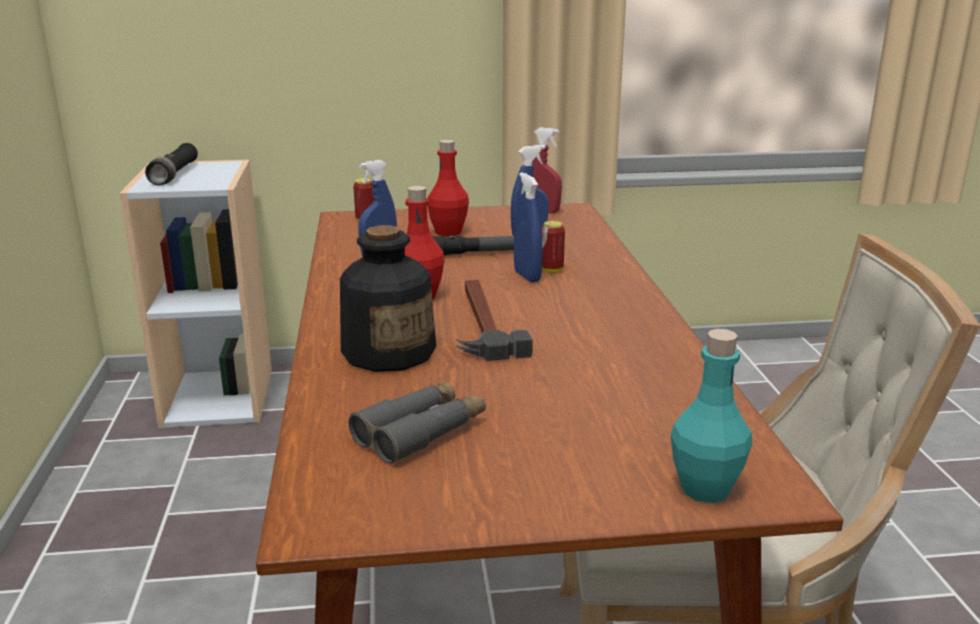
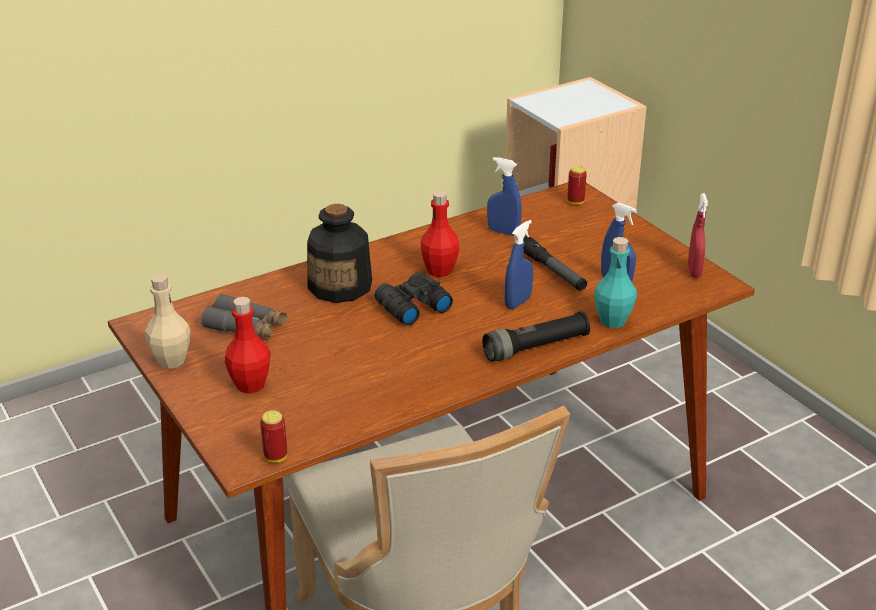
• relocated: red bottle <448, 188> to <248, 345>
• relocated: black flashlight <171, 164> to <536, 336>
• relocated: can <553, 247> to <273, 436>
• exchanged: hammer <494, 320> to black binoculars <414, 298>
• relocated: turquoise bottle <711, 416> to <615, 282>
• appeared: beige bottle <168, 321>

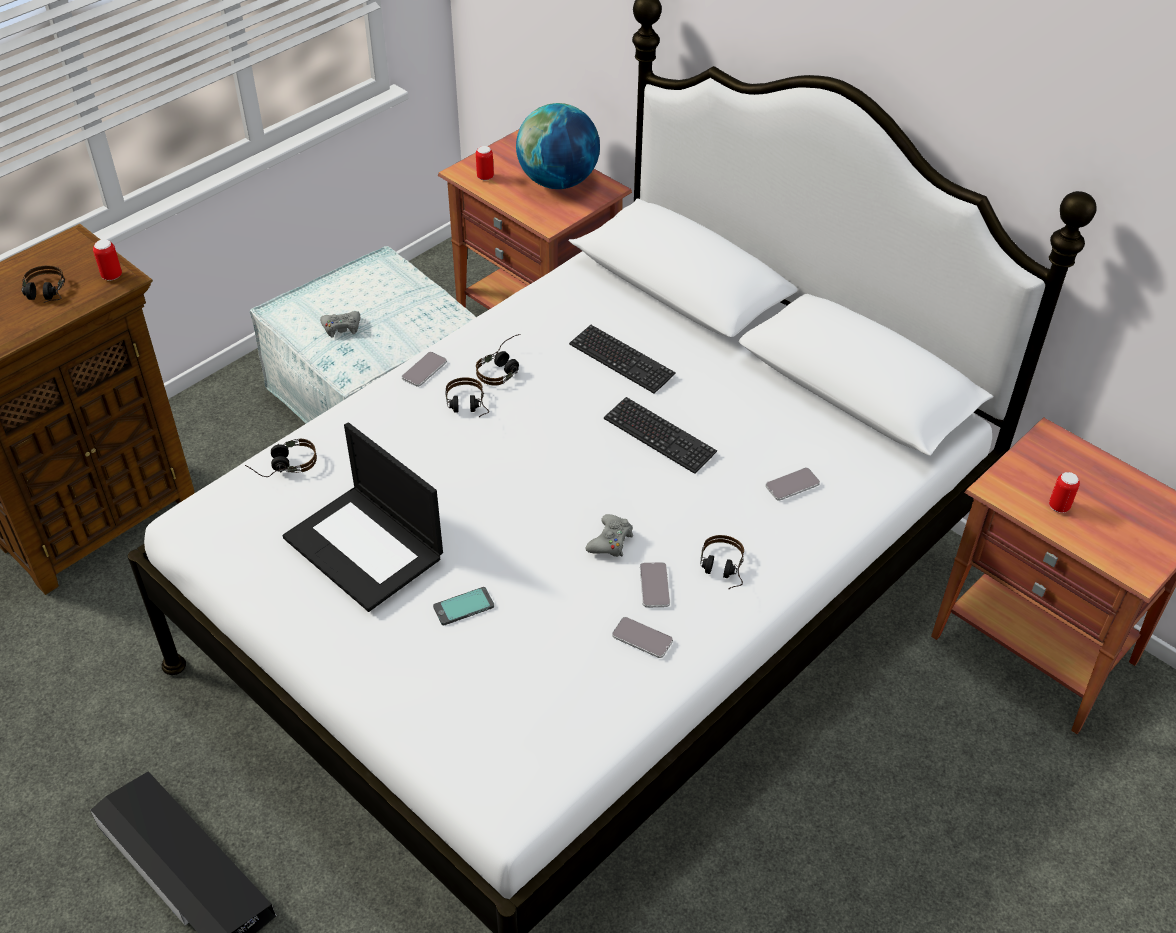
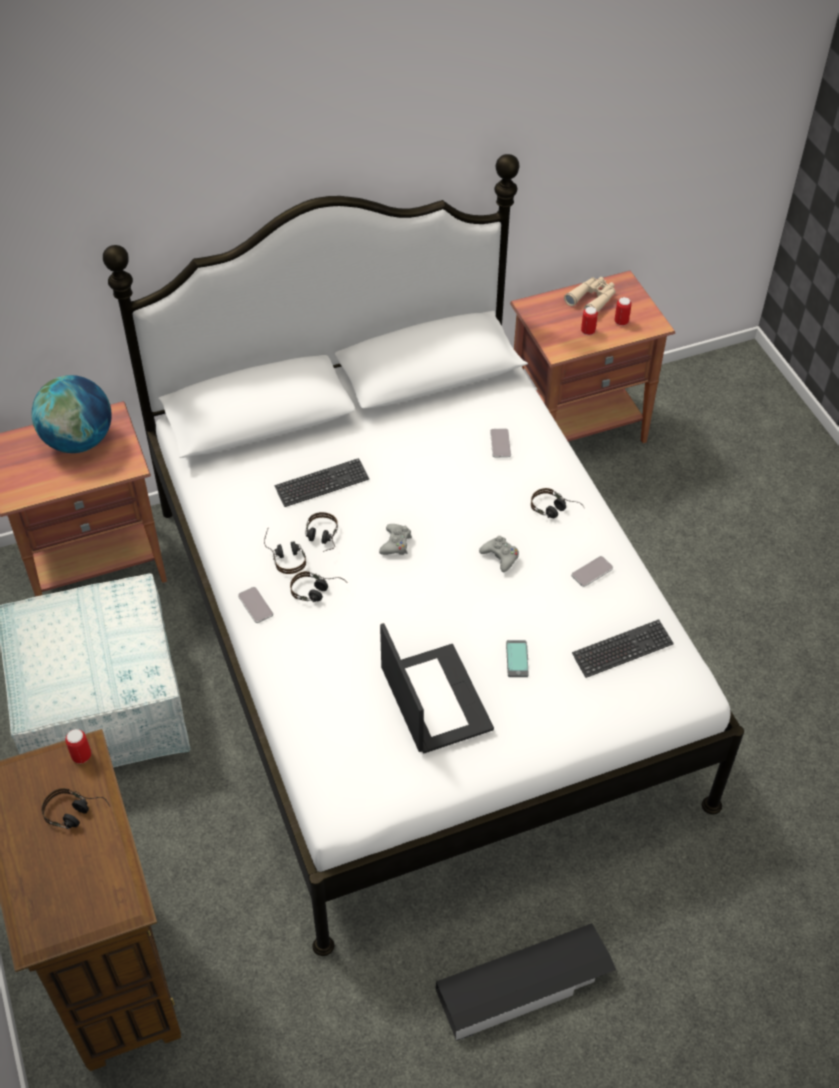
• relocated: can <485, 163> to <623, 311>
• relocated: grey game controller <340, 324> to <395, 539>
• relocated: keyboard <660, 435> to <623, 649>
• spun: laptop <362, 517> = <437, 688> 90 degrees counterclockwise
• relocated: headphones <281, 458> to <321, 532>
• missing: phone <655, 584>
• appeared: beige binoculars <590, 294>

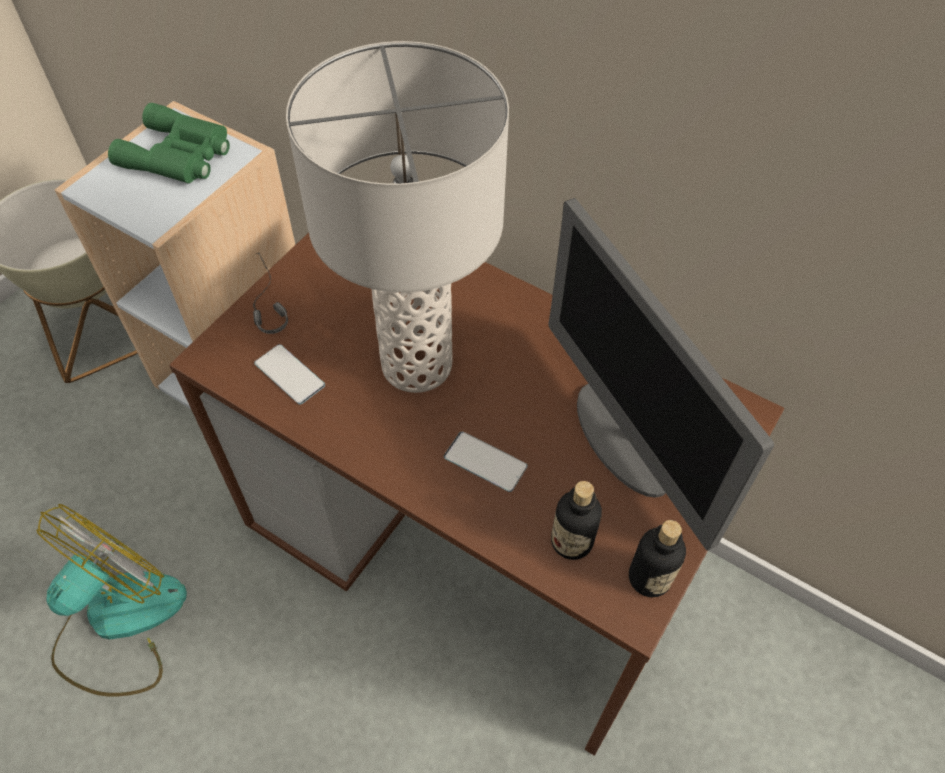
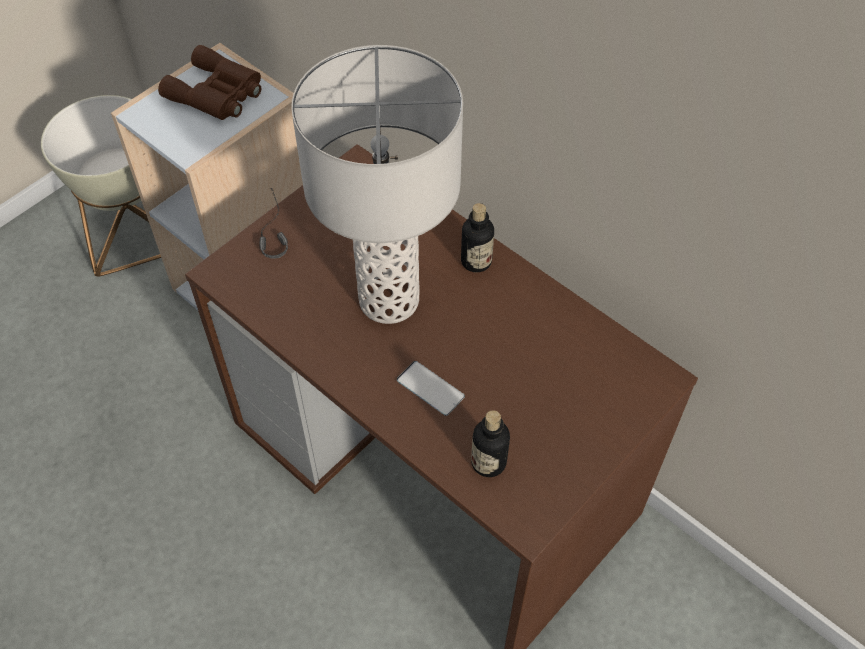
• colour: green binoculars <169, 143> to brown binoculars <209, 82>
• missing: monitor <661, 374>
• missing: phone <289, 374>
• missing: fan <111, 600>
• relocated: bottle <657, 558> to <477, 237>

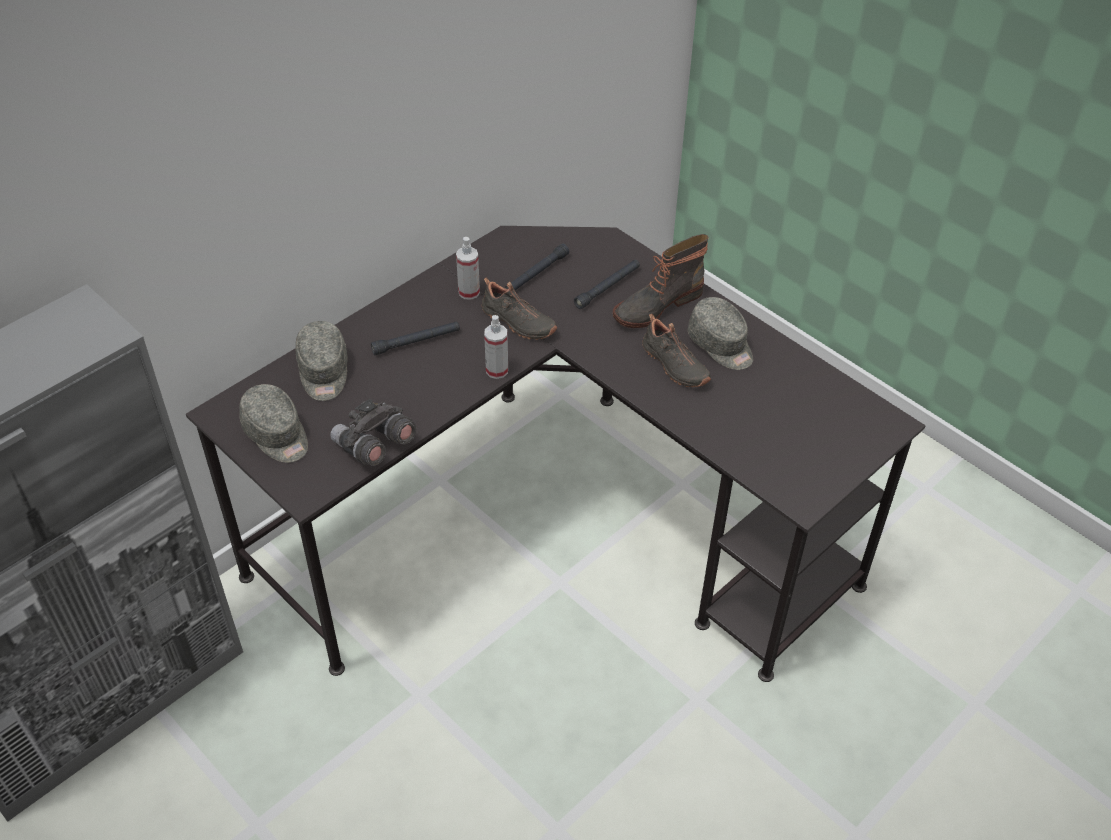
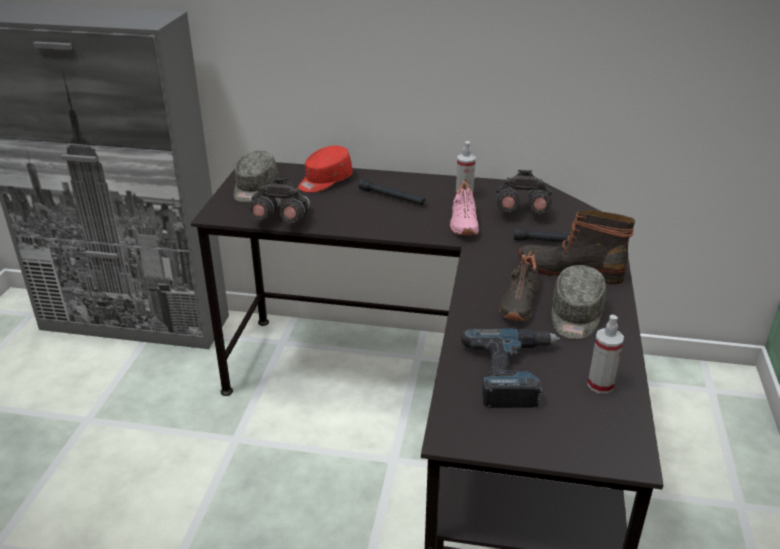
• exchanged: black flashlight <537, 267> to grey binoculars <524, 192>
• colour: black shoe <519, 309> to pink shoe <464, 207>
• relocated: spray bottle <496, 347> to <605, 354>
• colour: grey cap <321, 361> to red cap <325, 169>
• appeared: power drill <510, 368>

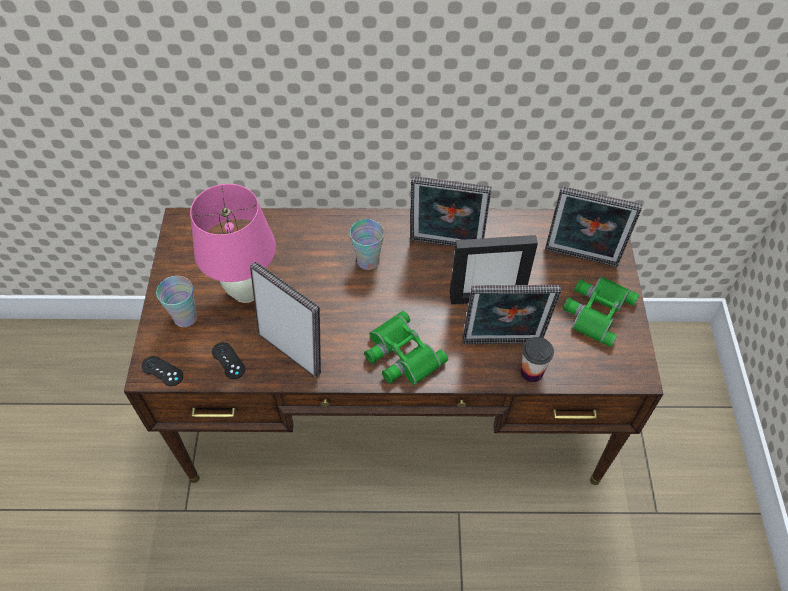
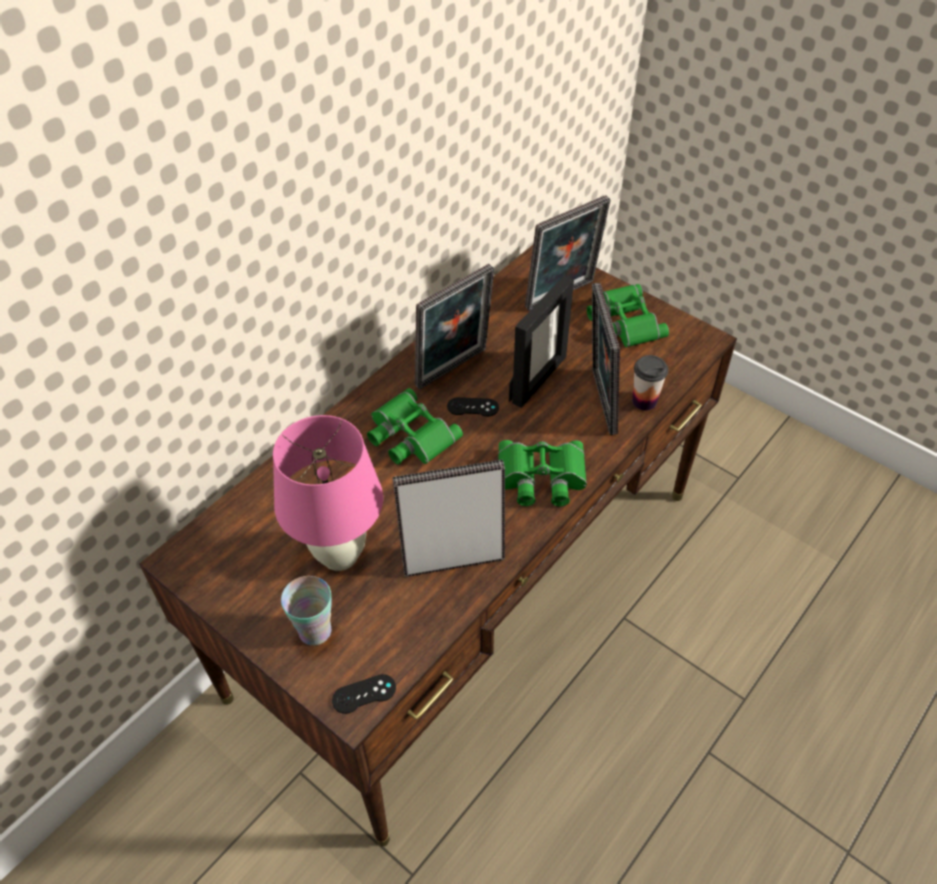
• exchanged: cup <367, 244> to green binoculars <415, 426>
• spun: picture frame <512, 314> = <606, 359> 135 degrees clockwise
• relocated: black game controller <228, 360> to <473, 407>

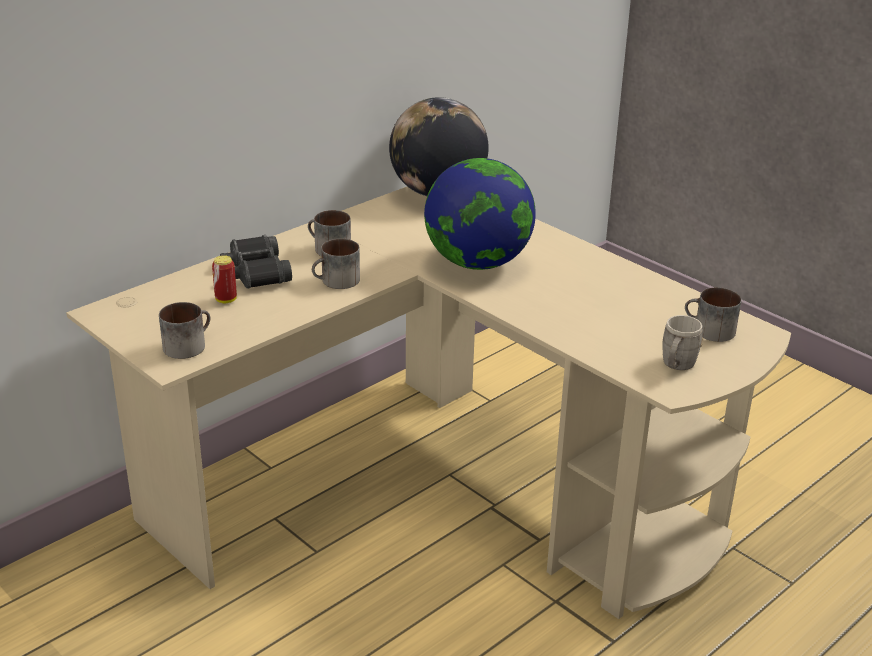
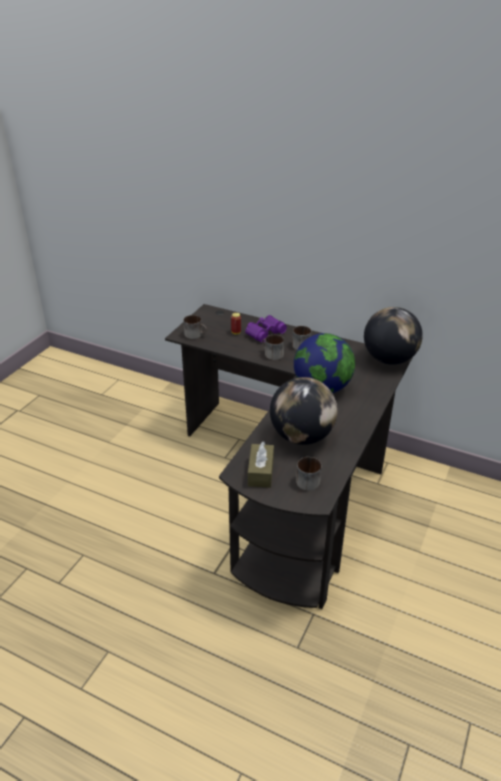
• colour: beige desk <428, 403> to black desk <289, 456>
• colour: black binoculars <256, 262> to purple binoculars <266, 328>
• exchanged: grey mug <683, 342> to brown tissue box <261, 465>
• appeared: globe <304, 411>

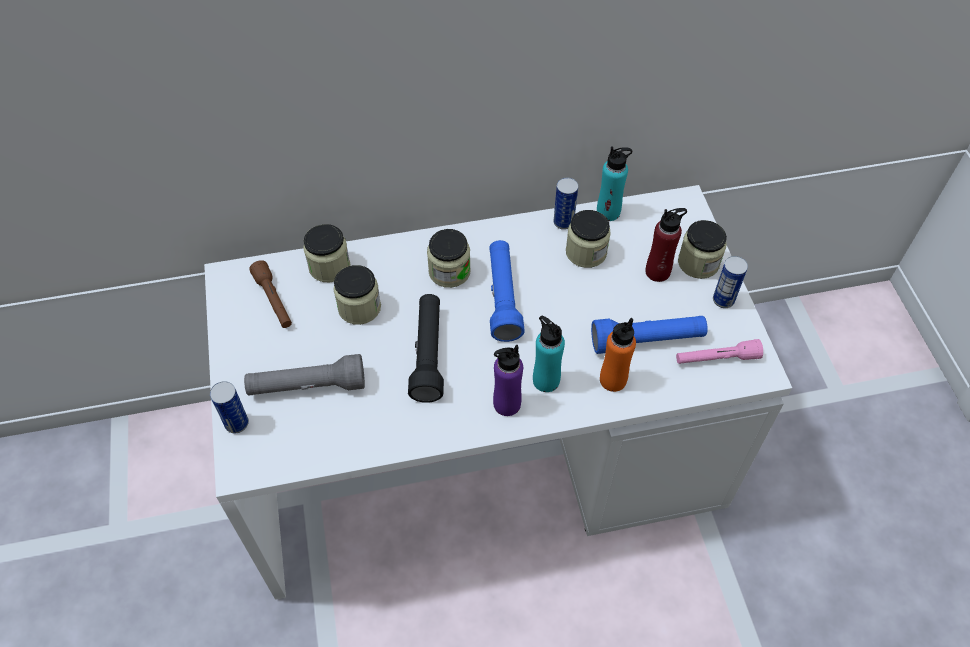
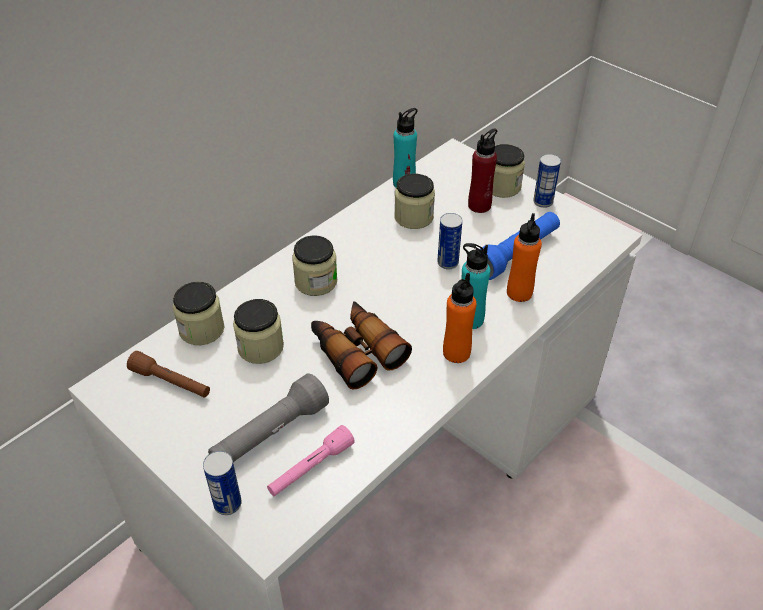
• relocated: can <565, 204> to <450, 241>
• missing: blue flashlight <507, 291>
• exchanged: black flashlight <426, 348> to binoculars <361, 345>
• relocated: pink flashlight <719, 351> to <311, 461>
• colour: purple bottle <508, 380> to orange bottle <459, 318>

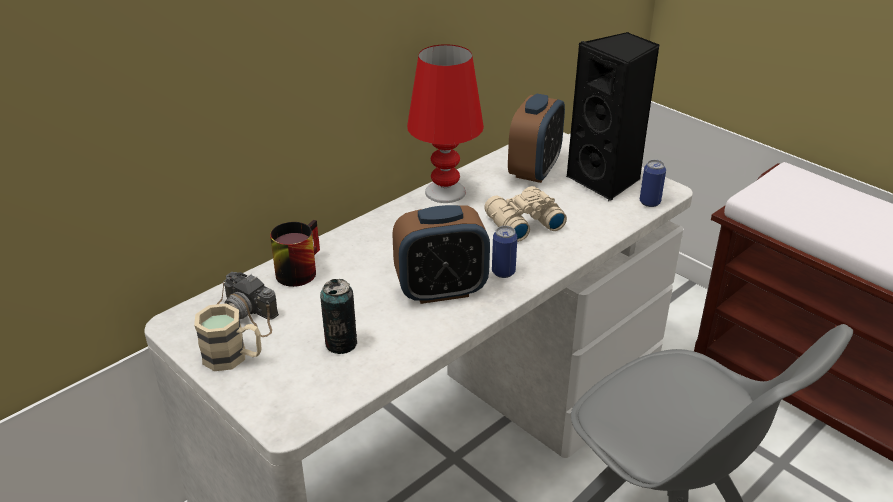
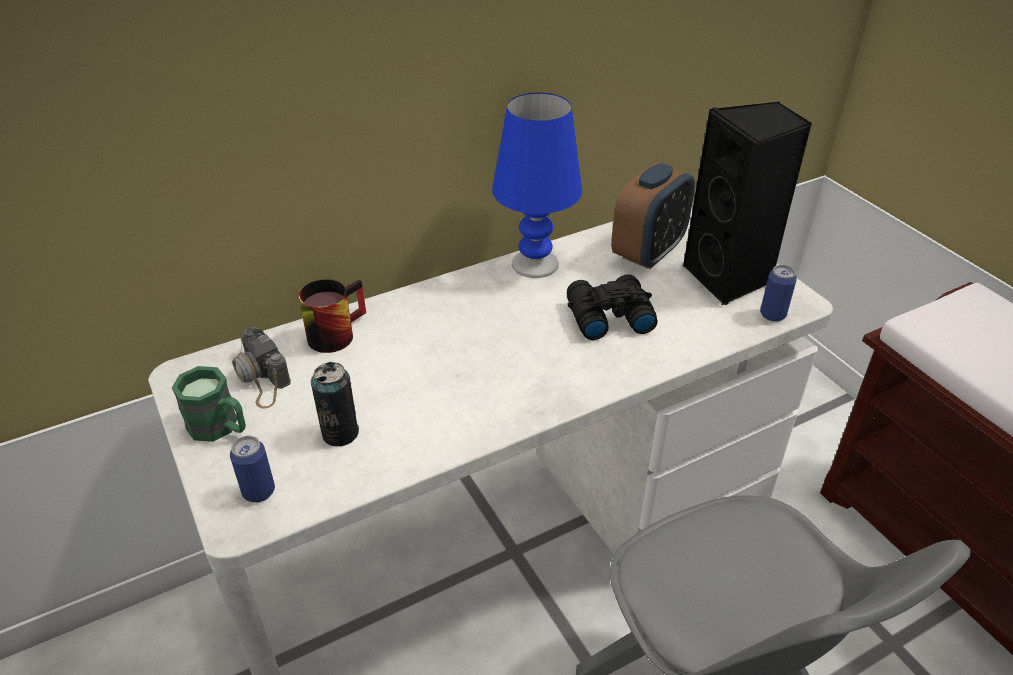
• colour: red table lamp <445, 123> to blue table lamp <537, 185>
• colour: beige binoculars <525, 214> to black binoculars <612, 307>
• missing: alarm clock <441, 254>
• relocated: can <504, 252> to <252, 469>
• colour: beige mug <228, 337> to green mug <209, 404>

